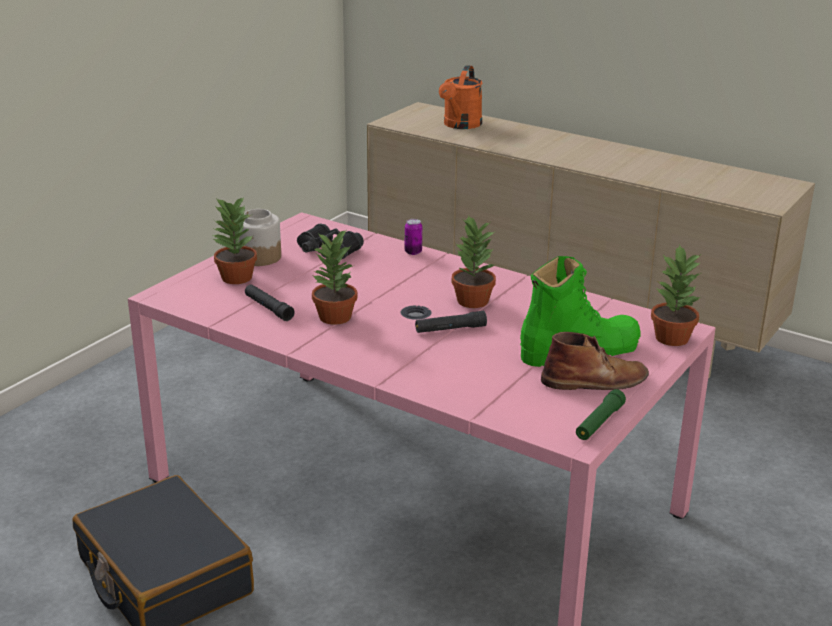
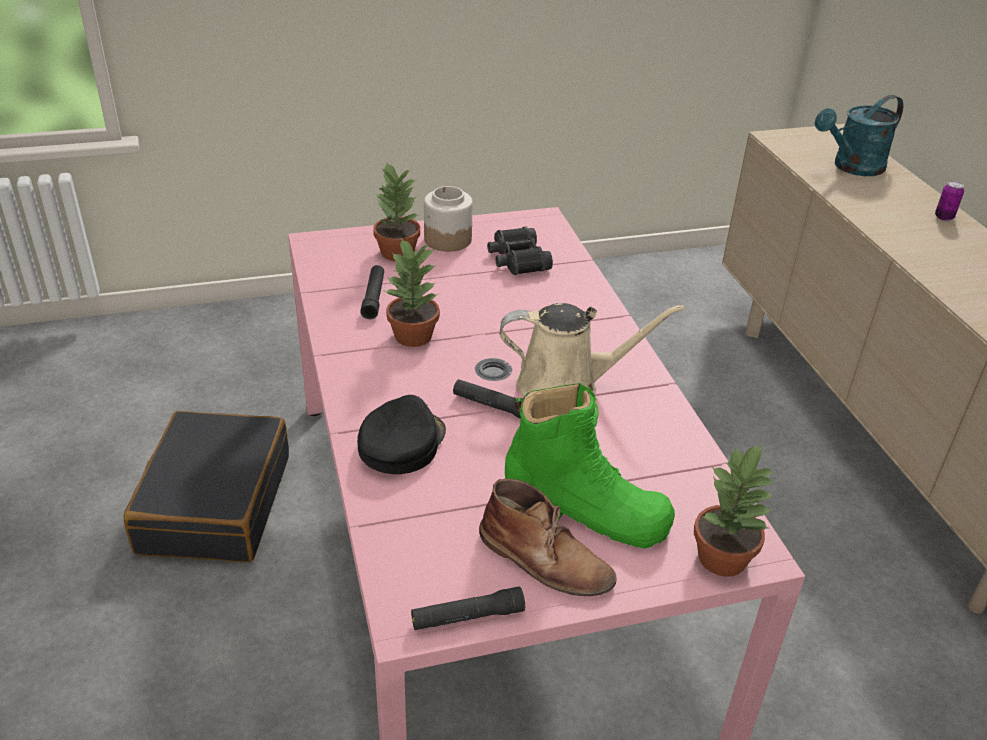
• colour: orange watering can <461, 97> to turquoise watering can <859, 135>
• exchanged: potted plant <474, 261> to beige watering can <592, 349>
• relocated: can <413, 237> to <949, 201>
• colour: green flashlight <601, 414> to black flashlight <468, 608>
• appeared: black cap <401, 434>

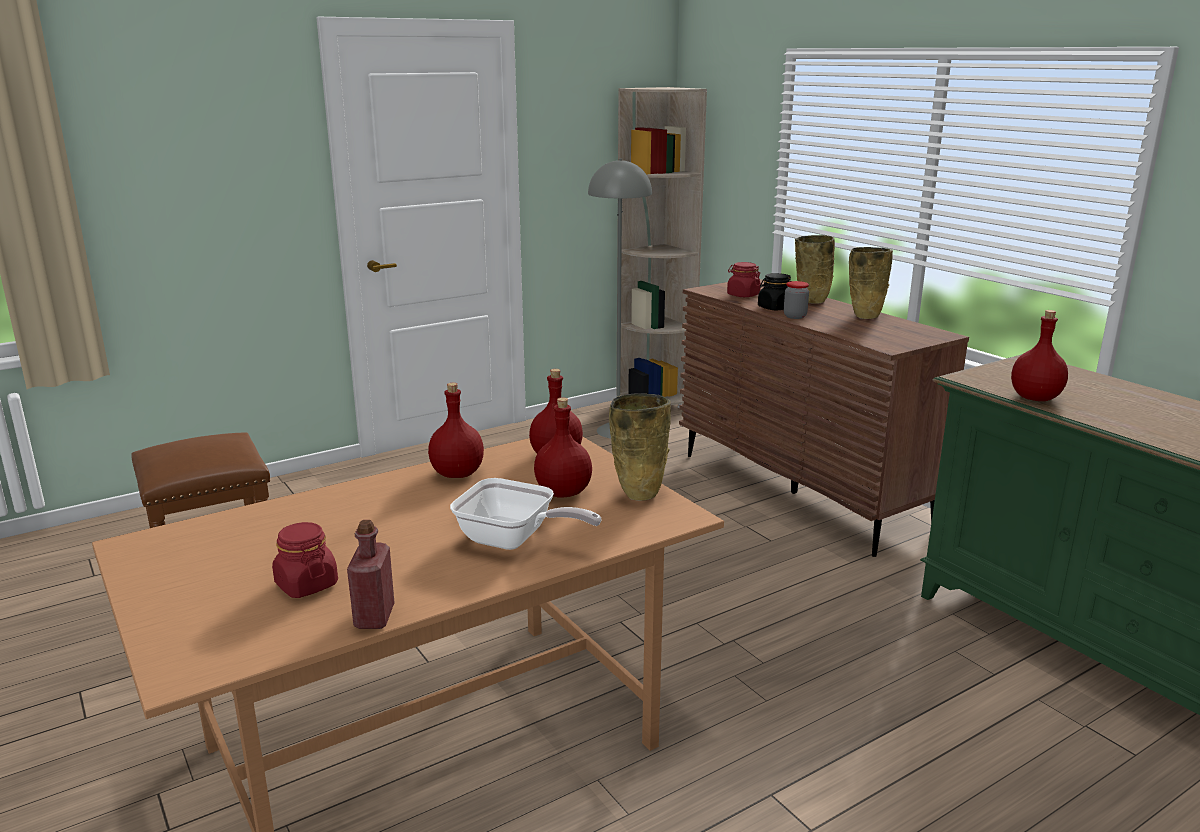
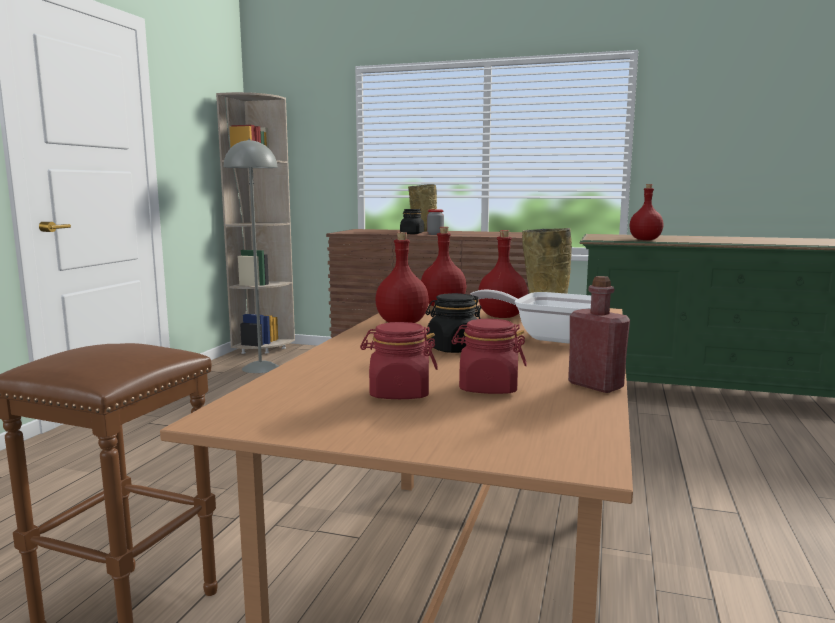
• missing: beige vase <871, 283>
• relocated: red jar <744, 279> to <399, 360>
• spun: frying pan <526, 514> = <530, 317> 135 degrees counterclockwise
• appeared: black jar <453, 323>

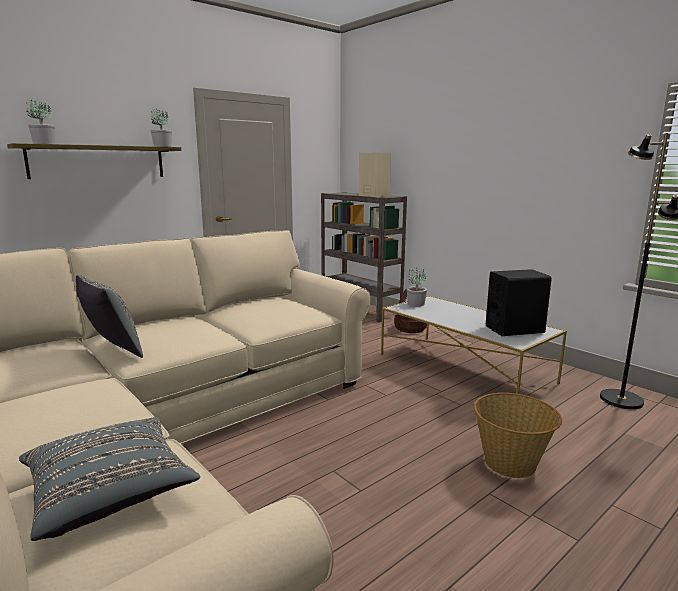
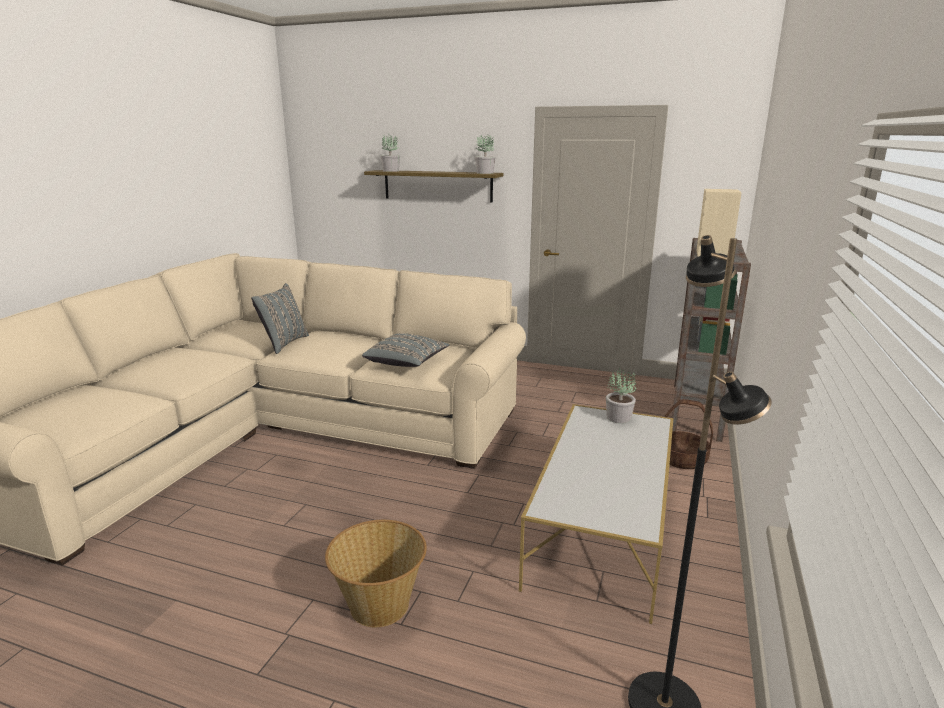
• missing: black speaker <519, 302>
• relocated: grey pillow <109, 479> to <406, 350>

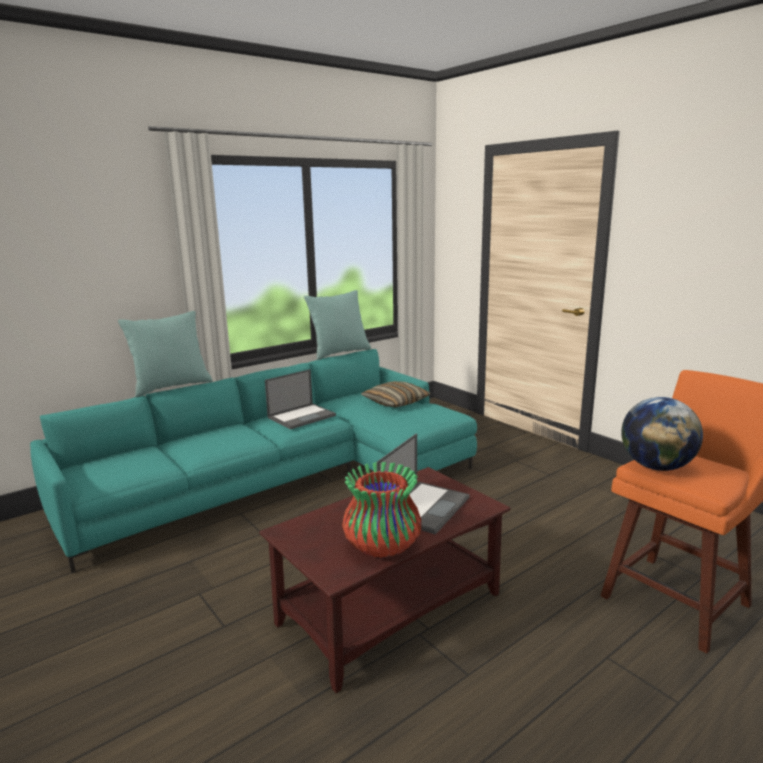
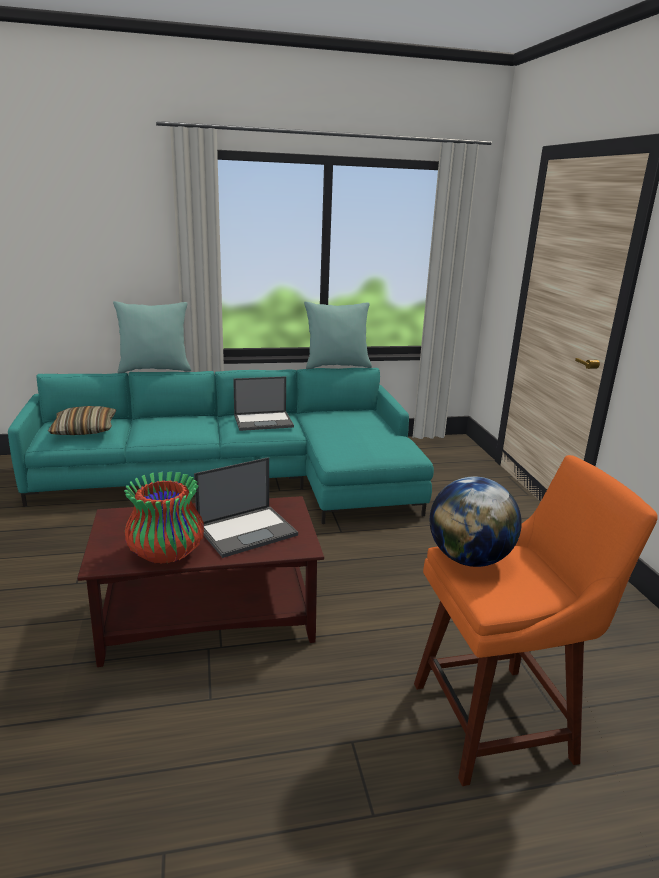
• relocated: pillow <396, 394> to <82, 420>

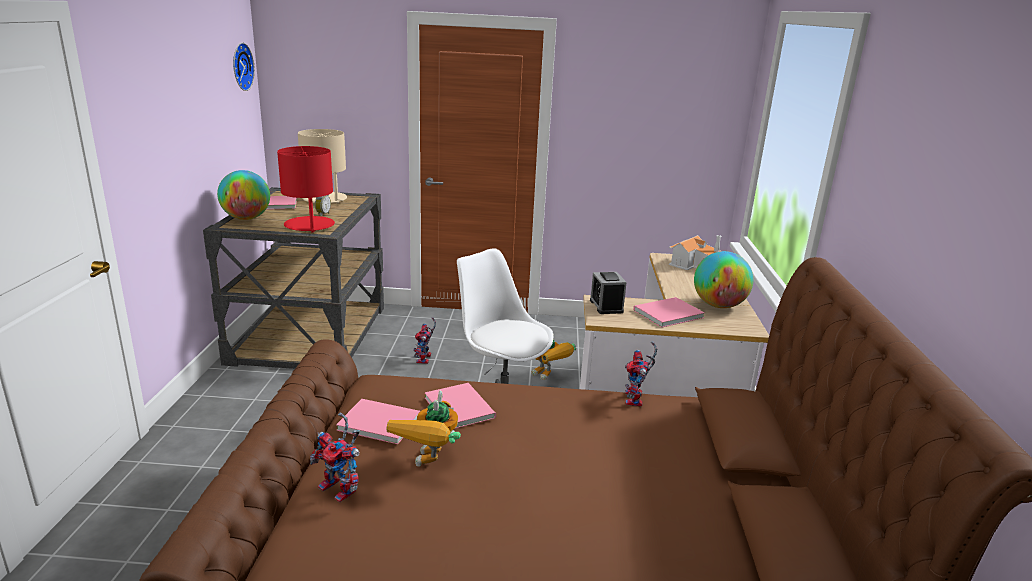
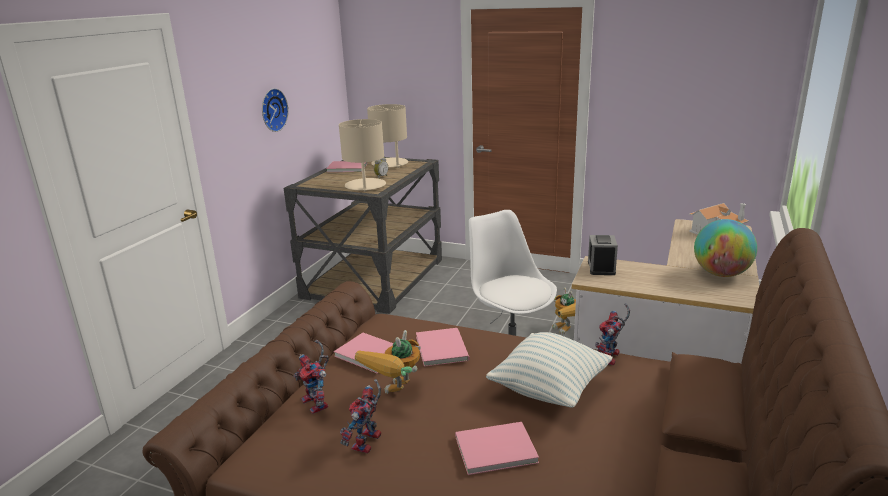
• relocated: wall clock <244, 67> to <275, 110>
• colour: red table lamp <306, 189> to beige table lamp <362, 155>
• missing: globe <243, 195>
• relocated: pink book <669, 312> to <497, 448>
• relocated: toy robot <424, 340> to <360, 416>
• appeared: pillow <549, 370>

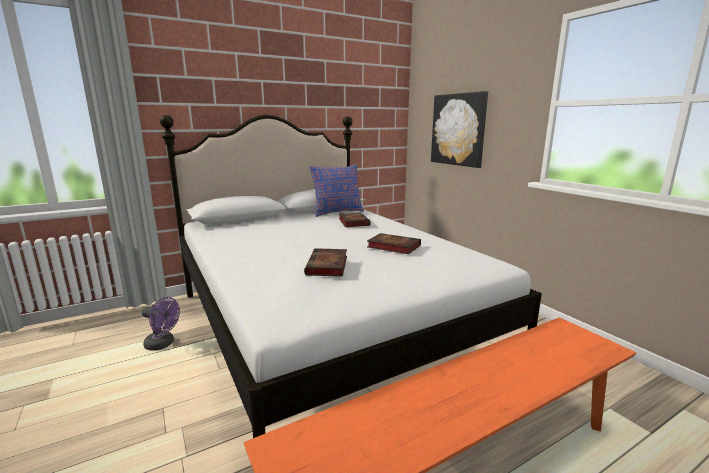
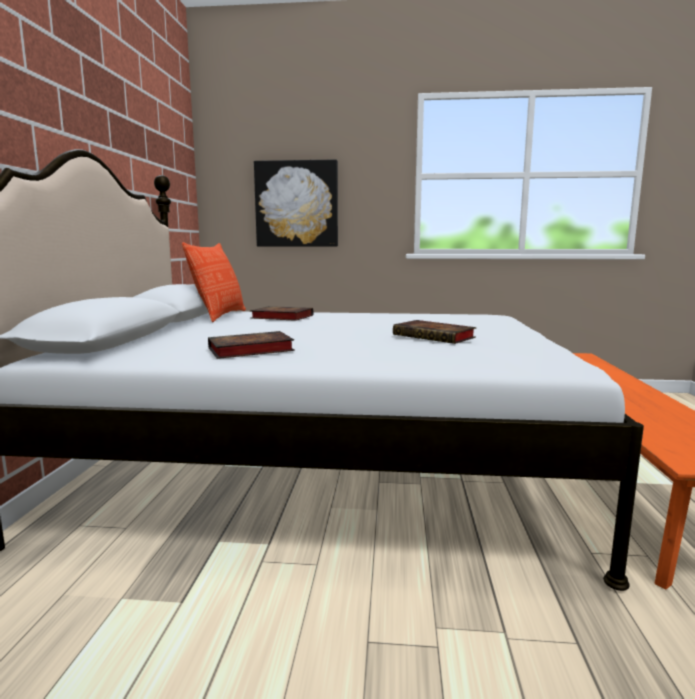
• colour: blue pillow <337, 190> to orange pillow <214, 282>
• relocated: book <394, 243> to <251, 345>
• missing: purple fan <161, 324>

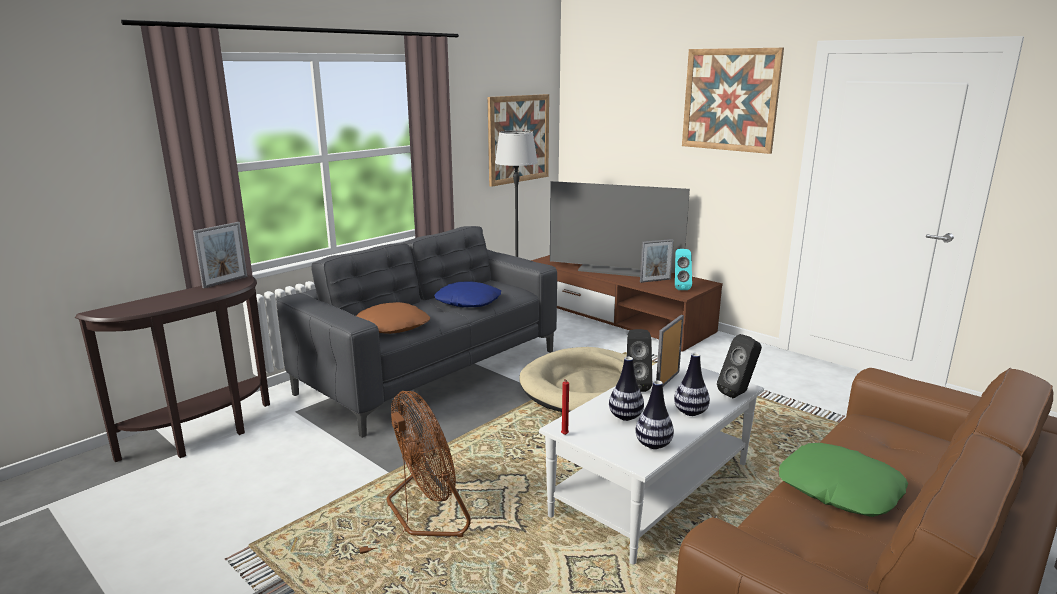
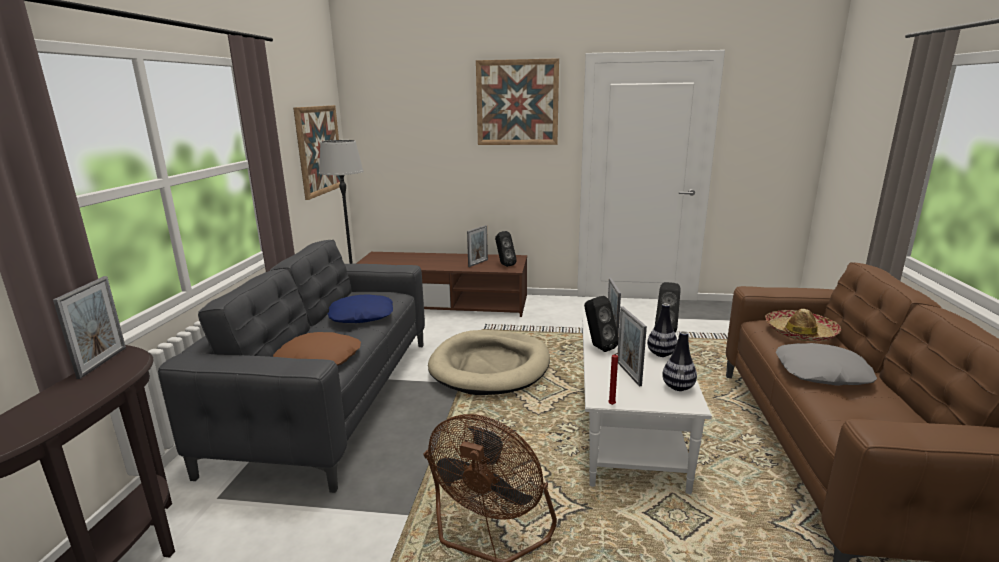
• missing: television <620, 229>
• colour: turquoise speaker <683, 269> to black speaker <506, 249>
• exchanged: vase <626, 389> to picture frame <632, 346>
• colour: green pillow <843, 480> to grey pillow <826, 364>
• appeared: hat <803, 325>

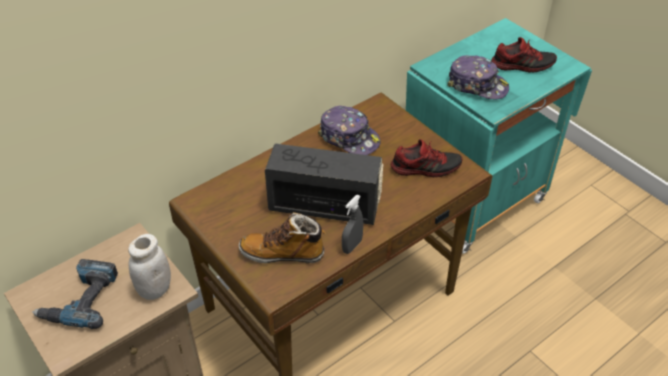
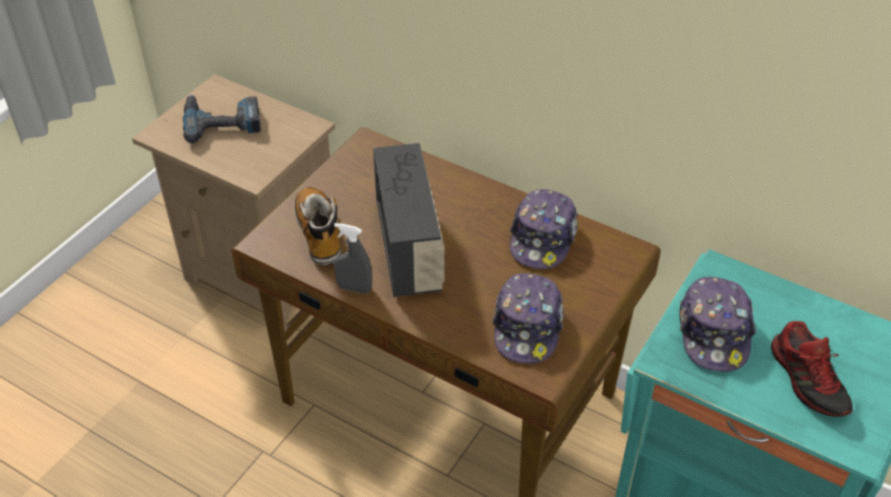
• exchanged: shoe <426, 158> to cap <528, 318>
• missing: white jar <149, 267>

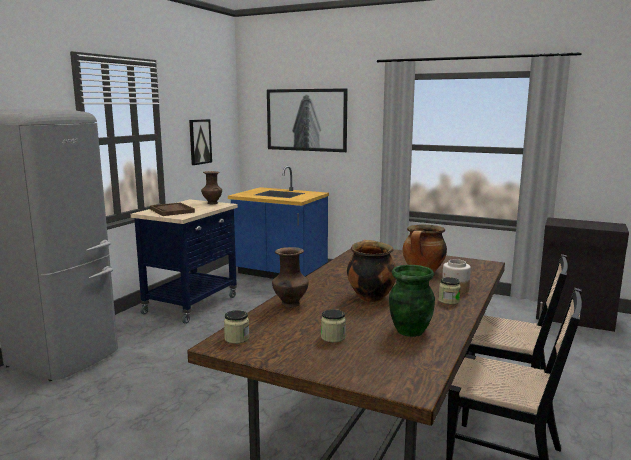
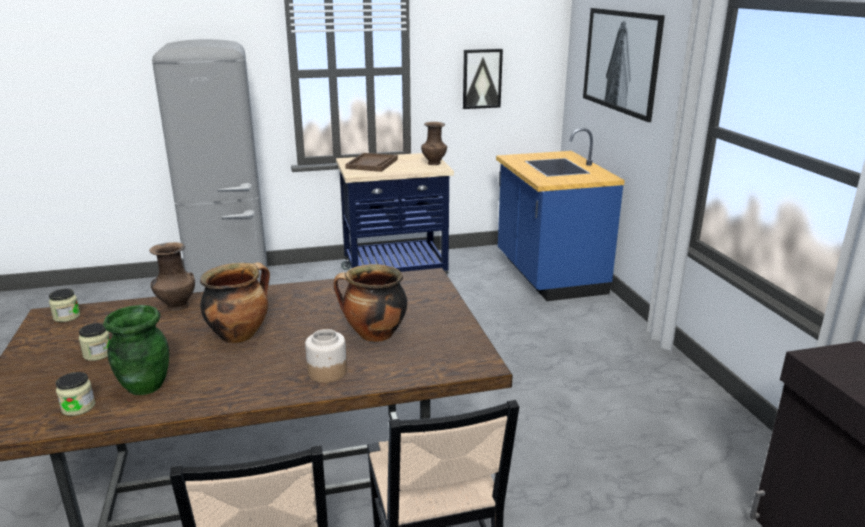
• relocated: jar <449, 291> to <75, 394>

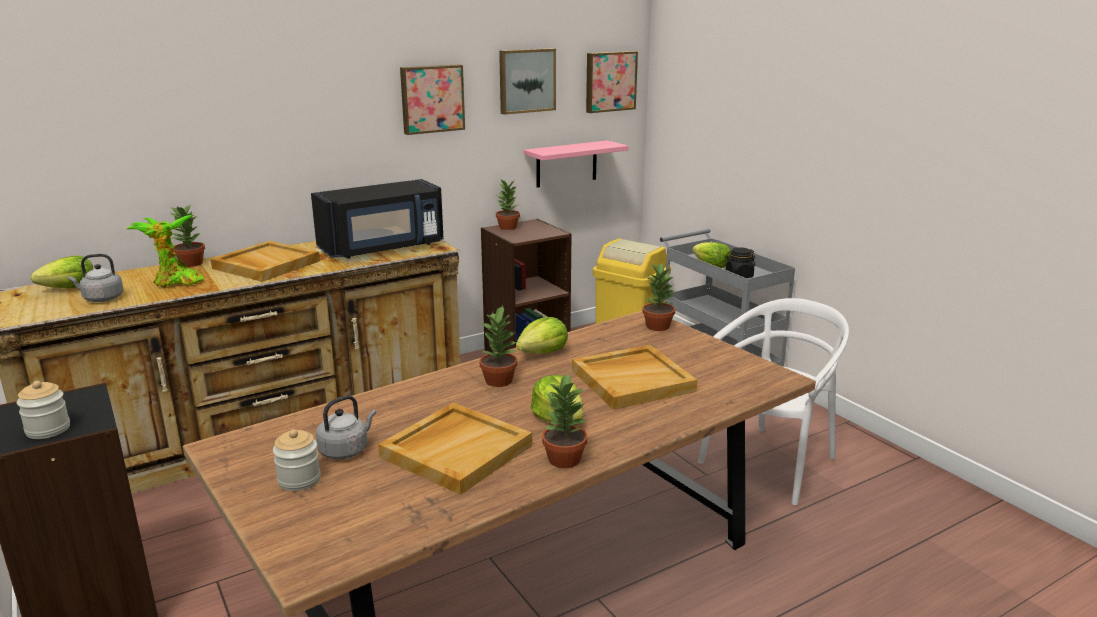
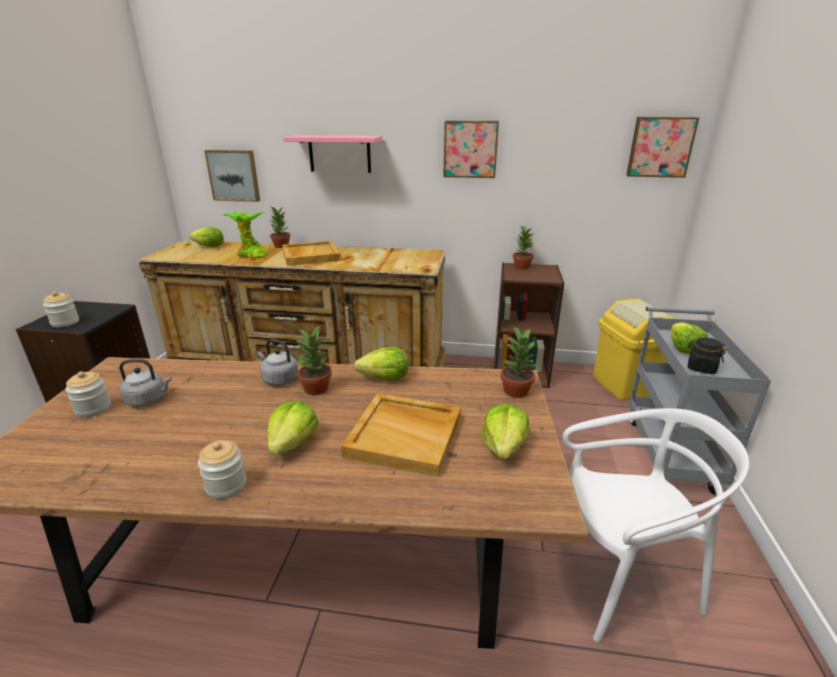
• relocated: picture <527, 81> to <232, 176>
• relocated: pink shelf <576, 164> to <333, 154>
• missing: black microwave <377, 219>
• relocated: grey kettle <95, 278> to <278, 362>
• exchanged: potted plant <564, 420> to jar <222, 469>
• missing: beige tray <455, 449>
• appeared: lettuce <506, 431>

